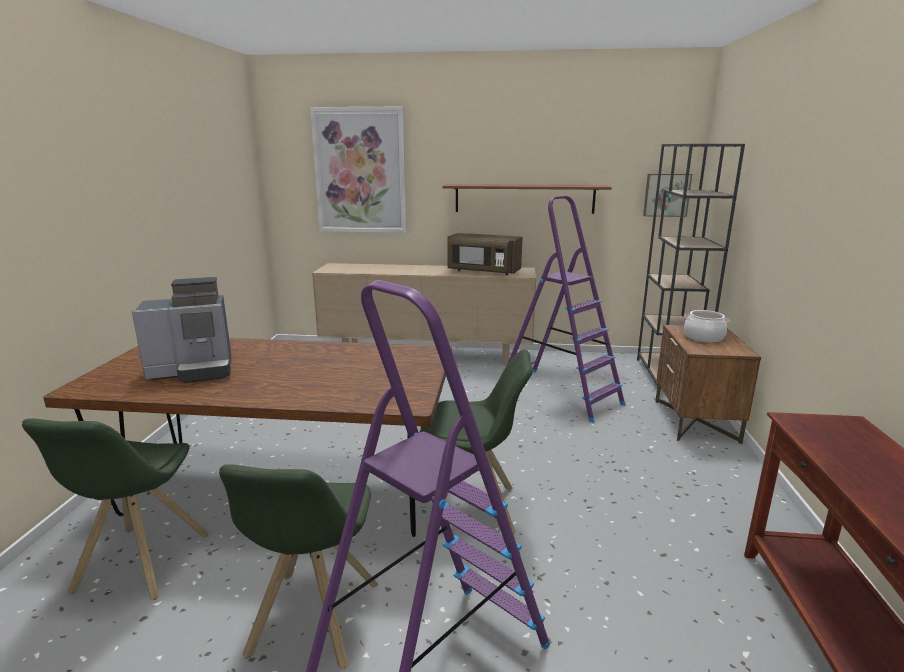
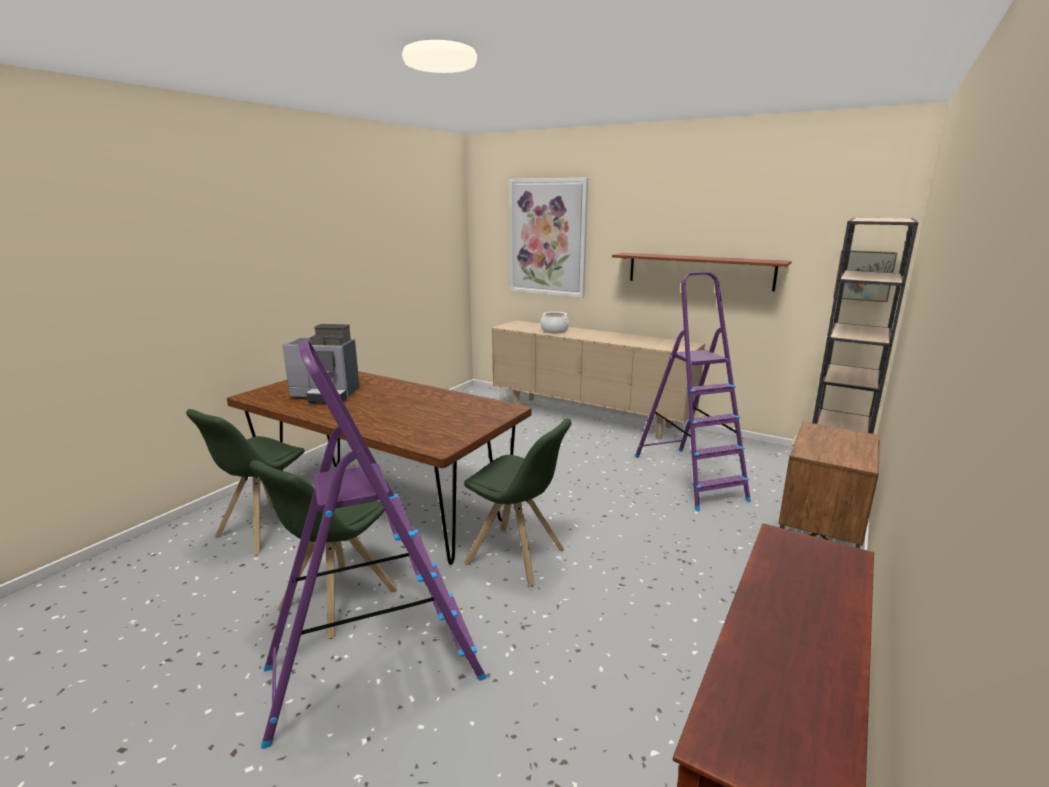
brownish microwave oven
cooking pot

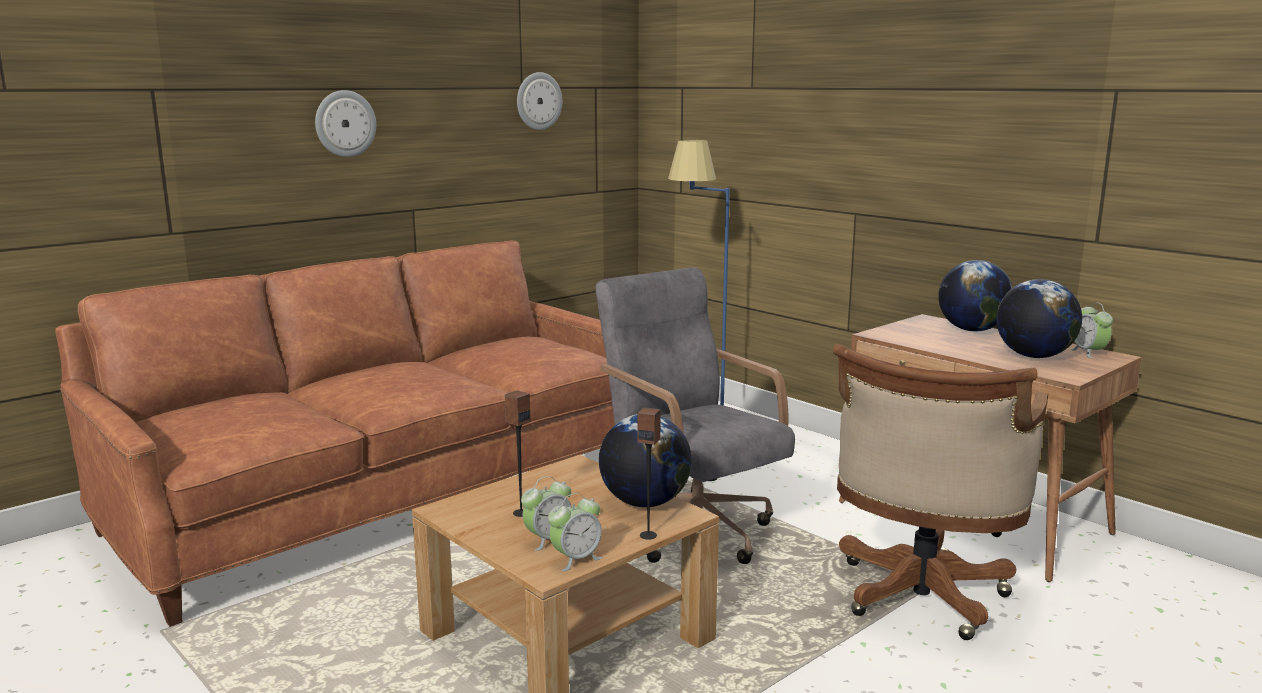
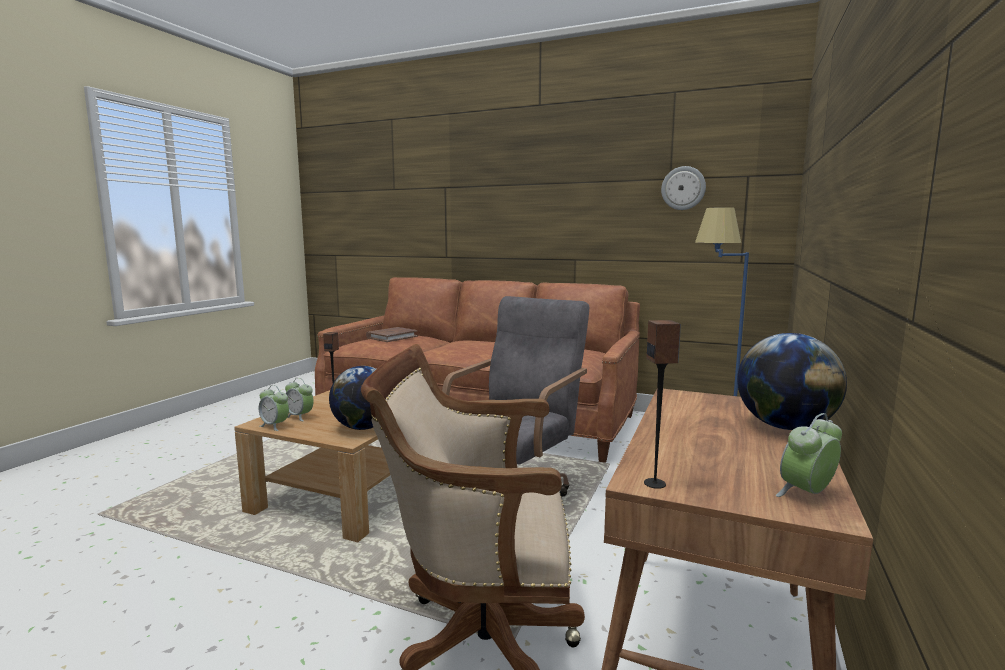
hanging clock (no. 1 from left in the first image)
desk globe (no. 3 from left in the first image)
brownish book
loudspeaker (no. 2 from left)

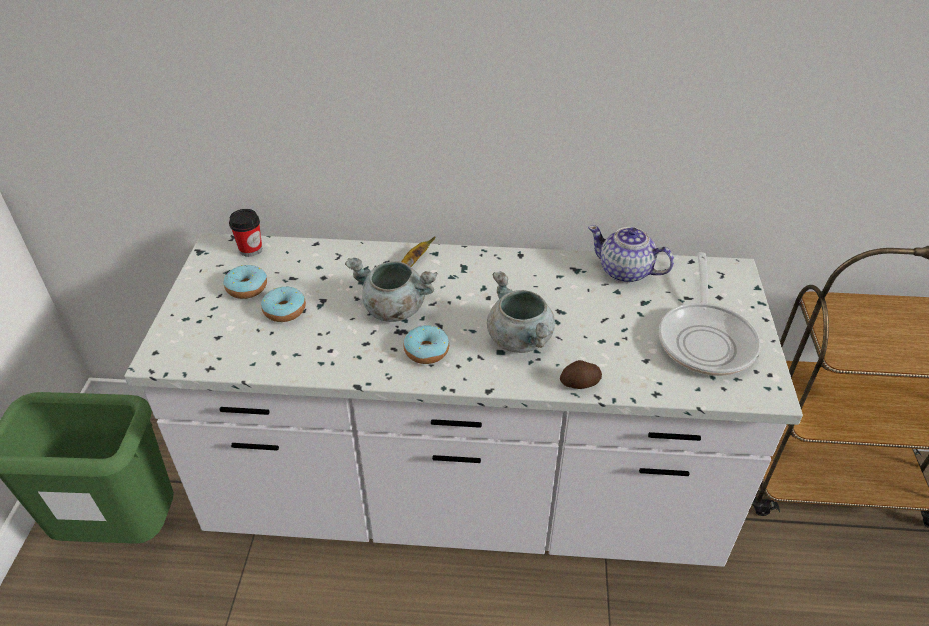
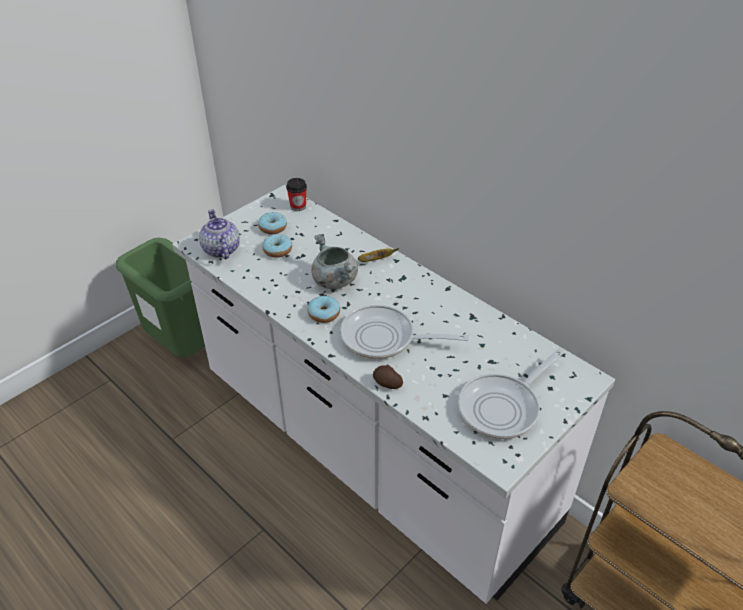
tea pot
skillet (no. 1 from left)

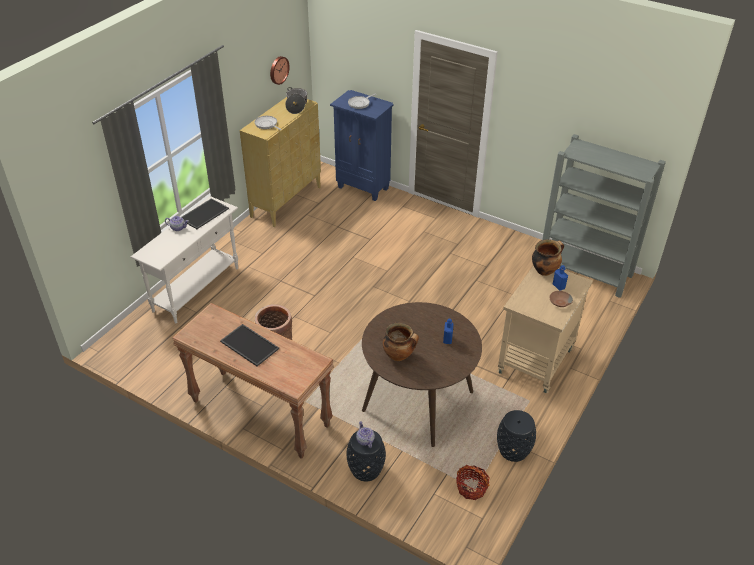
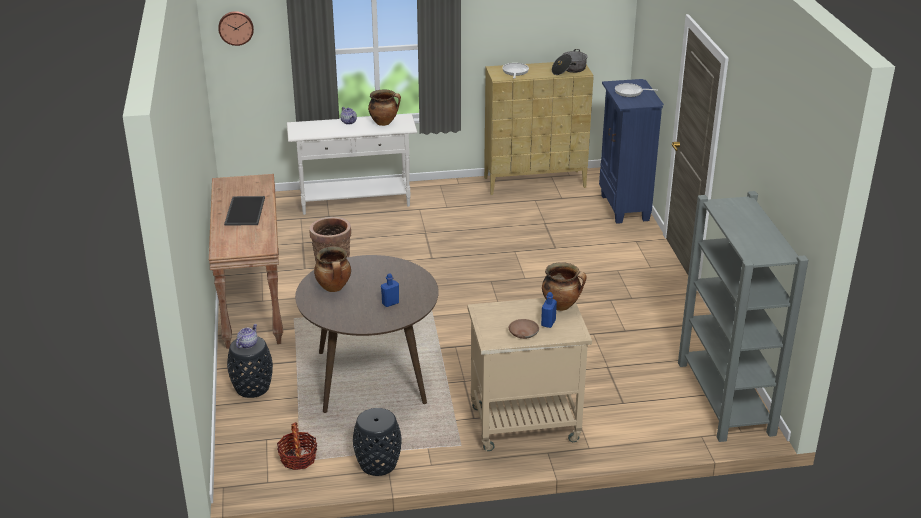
hanging clock
cooking pot (no. 2 from left)

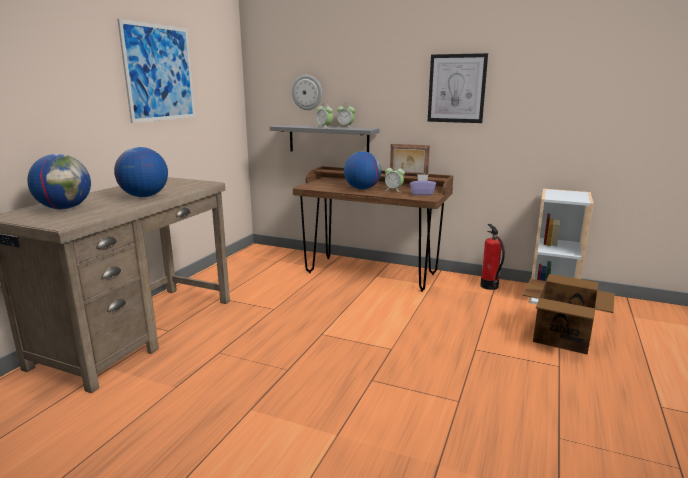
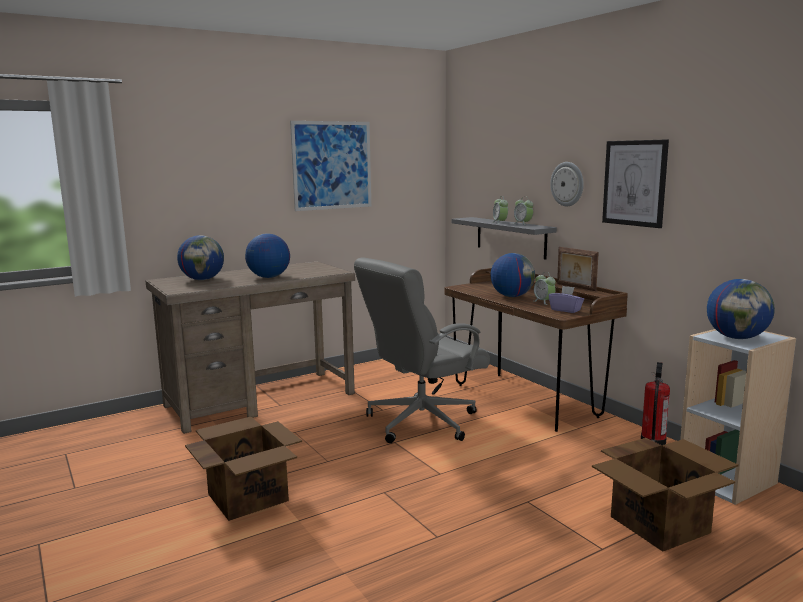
carton (no. 1 from left)
greyish desk chair
desk globe (no. 4 from left)
hanging clock

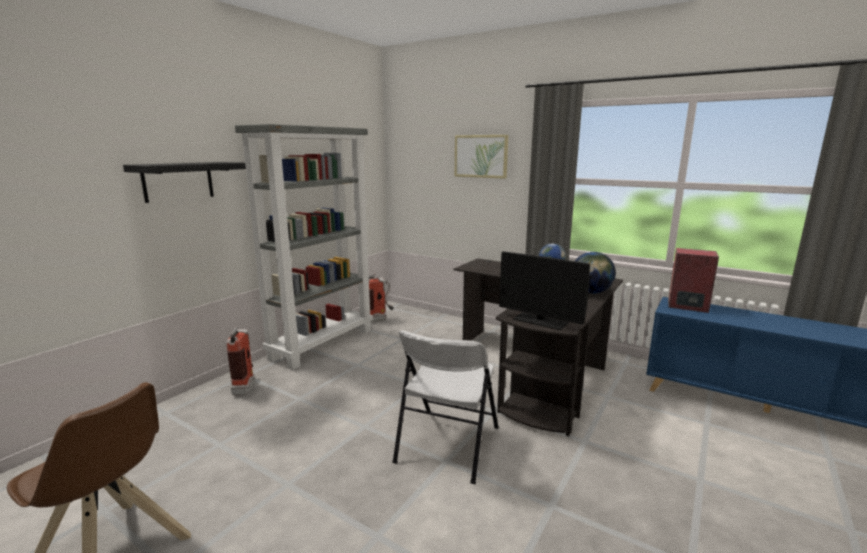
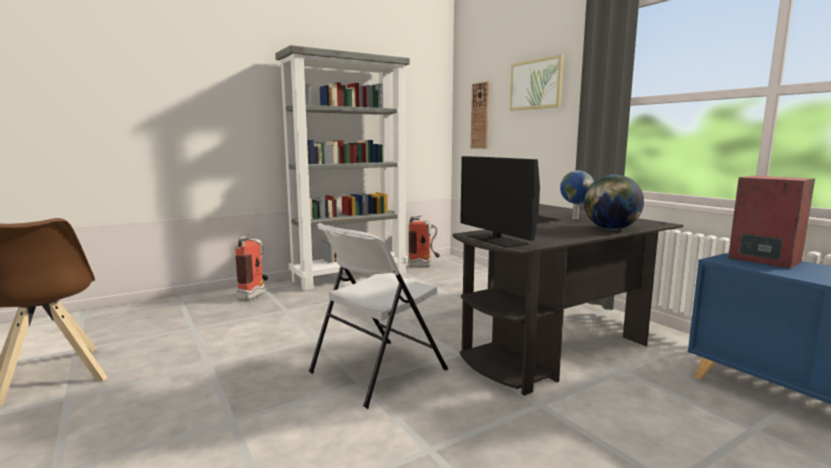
blackish wall shelf
hanging clock

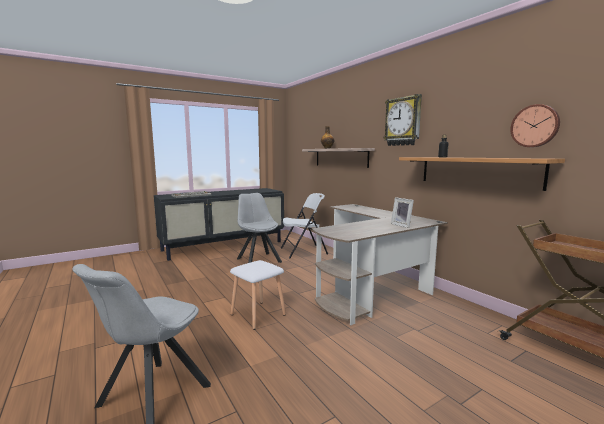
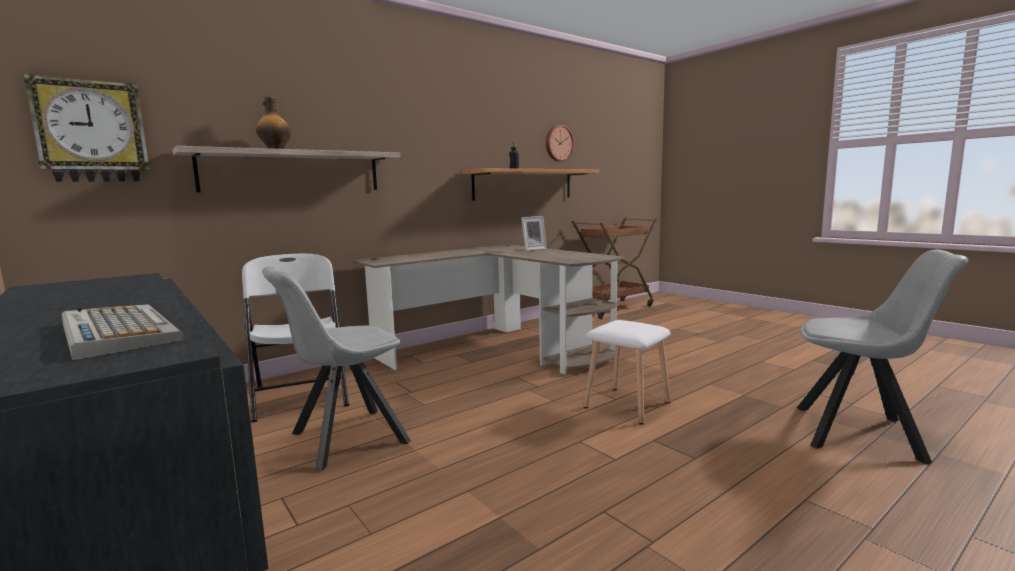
hanging clock (no. 1 from left)

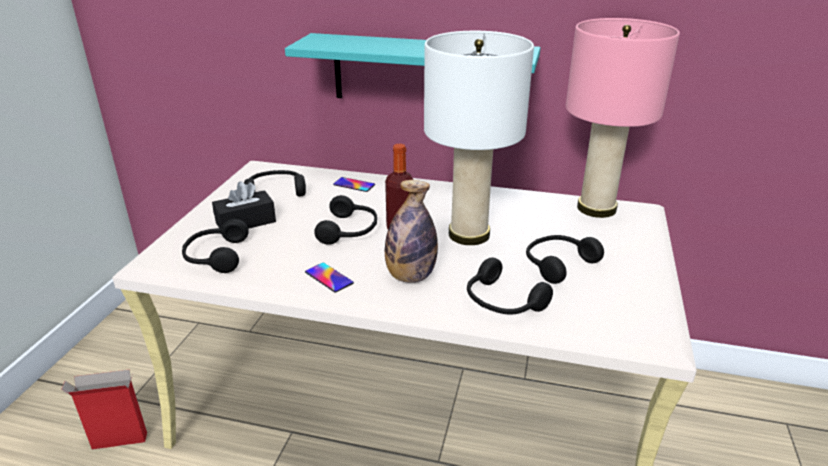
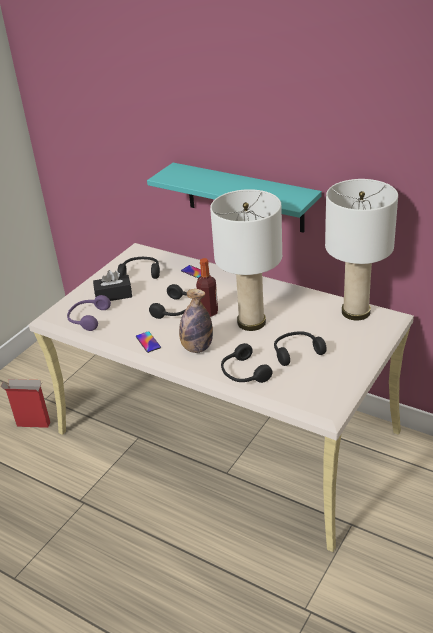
purplish headphones
white-coloured lamp for a table (no. 2 from left)

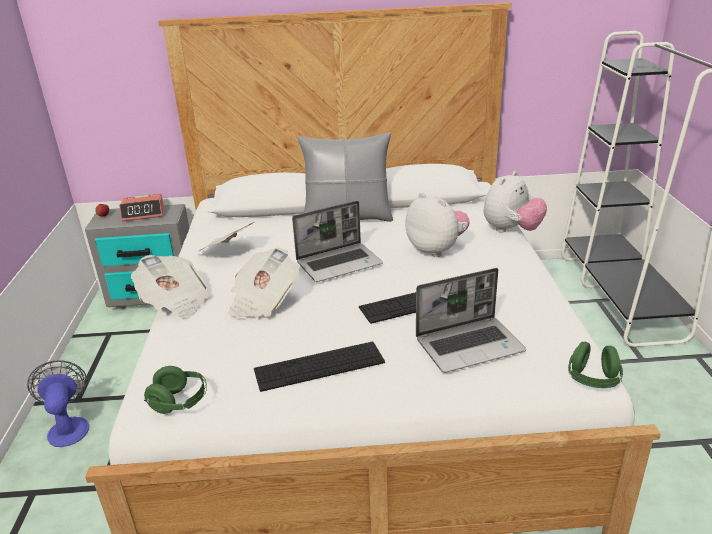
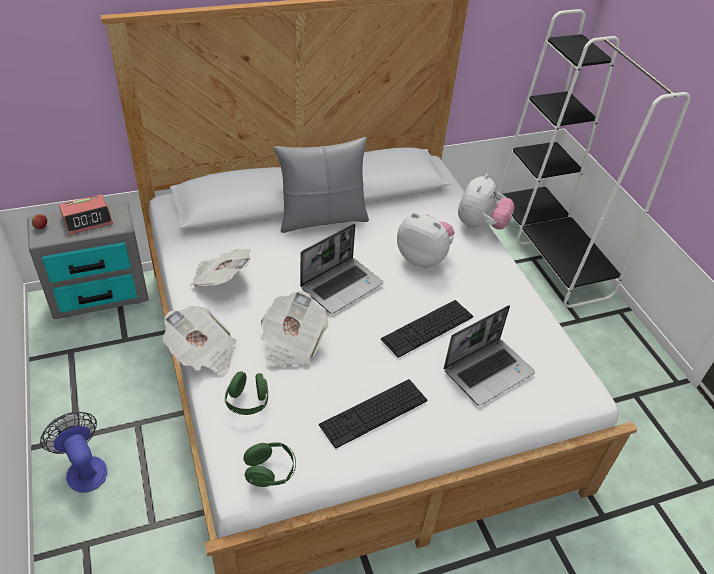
green headphones (no. 1 from left)

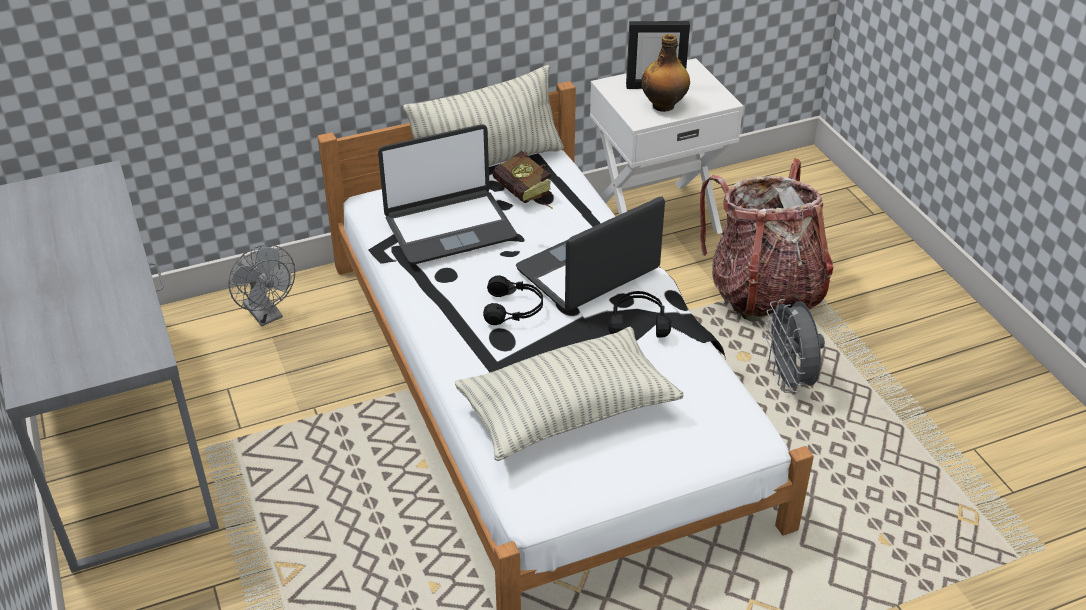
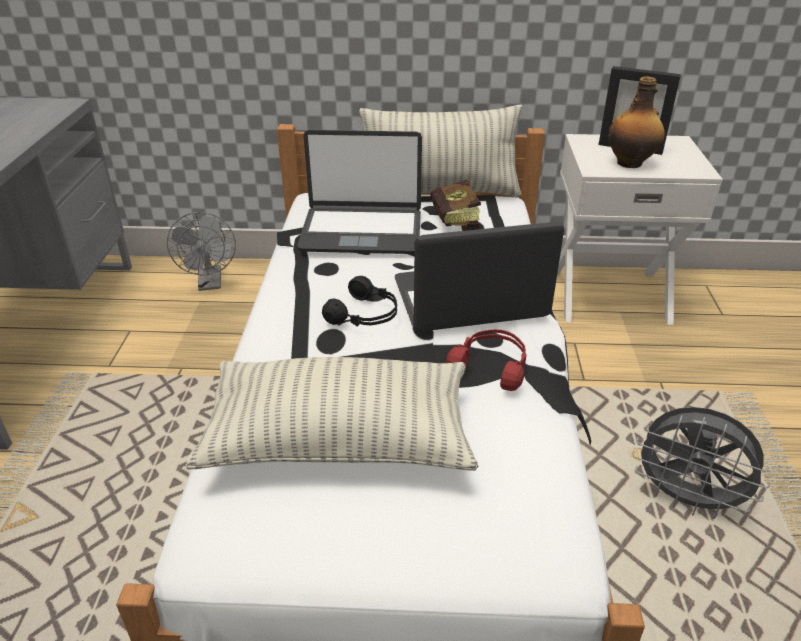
knapsack
reddish headphones
greyish fan (no. 2 from left)

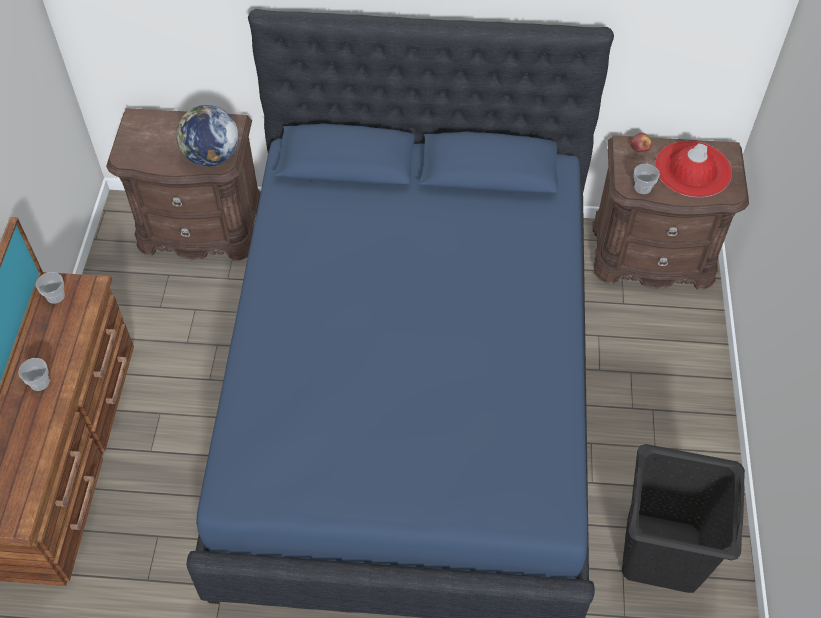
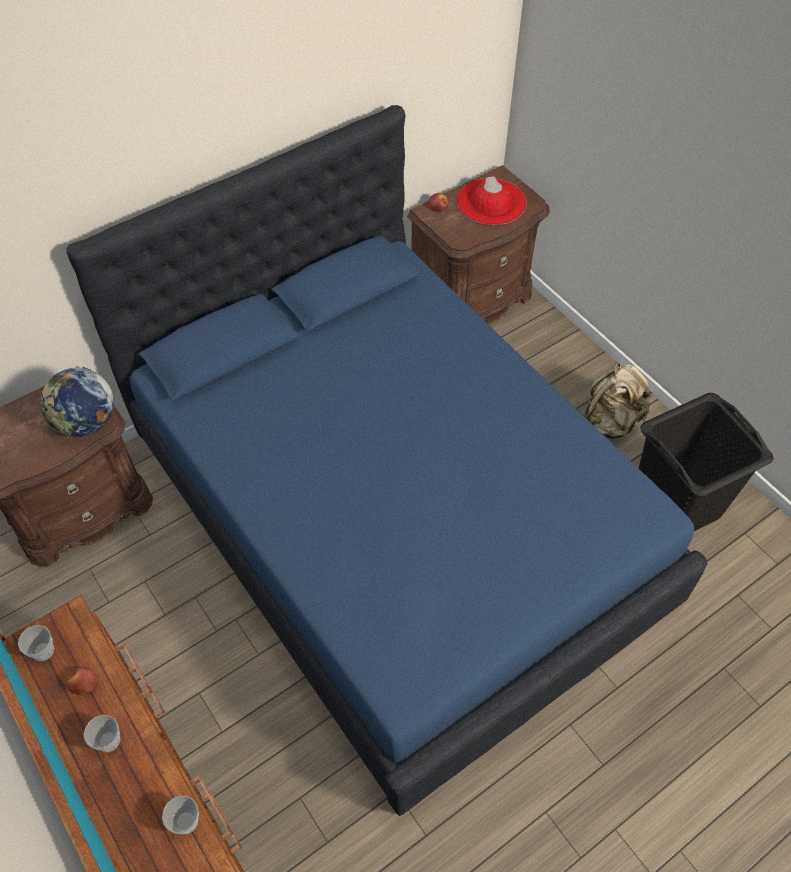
apple (no. 1 from left)
beige-coloured knapsack
cup (no. 3 from left)

